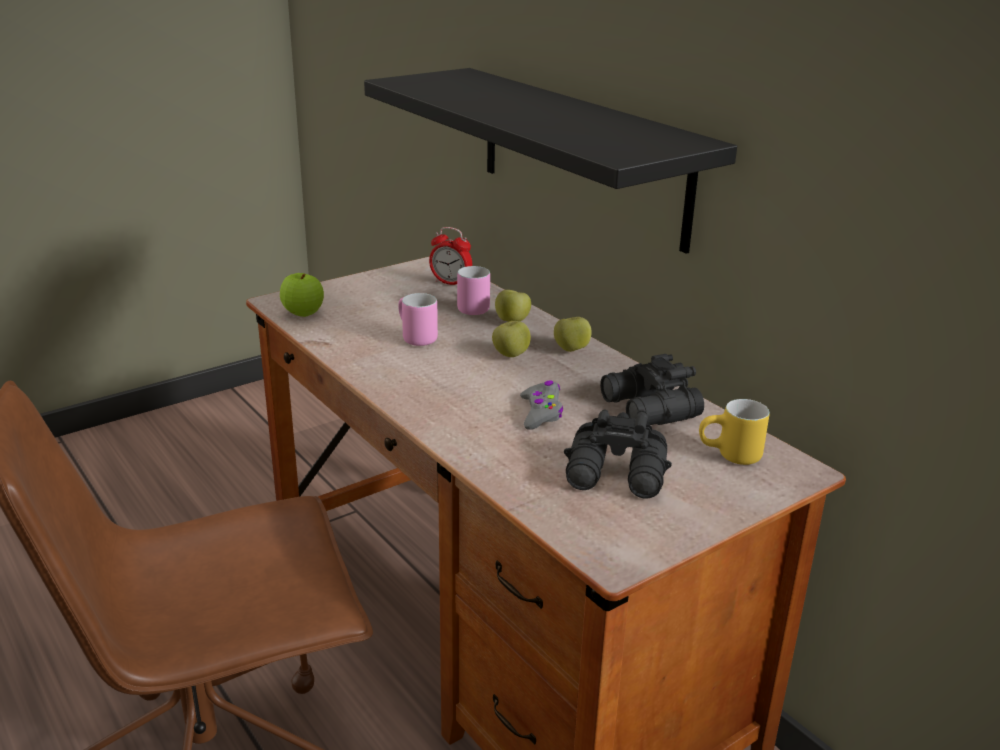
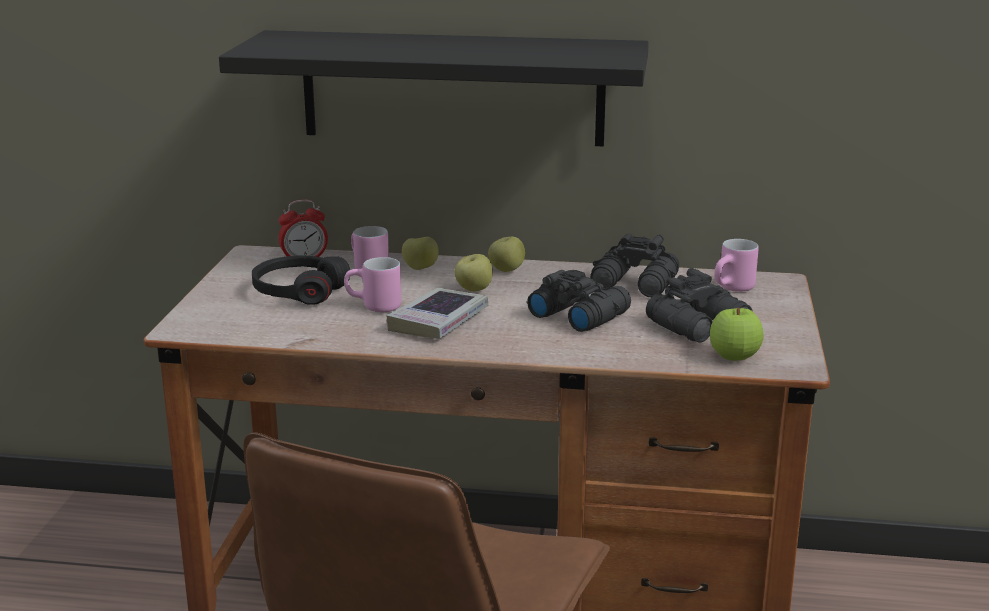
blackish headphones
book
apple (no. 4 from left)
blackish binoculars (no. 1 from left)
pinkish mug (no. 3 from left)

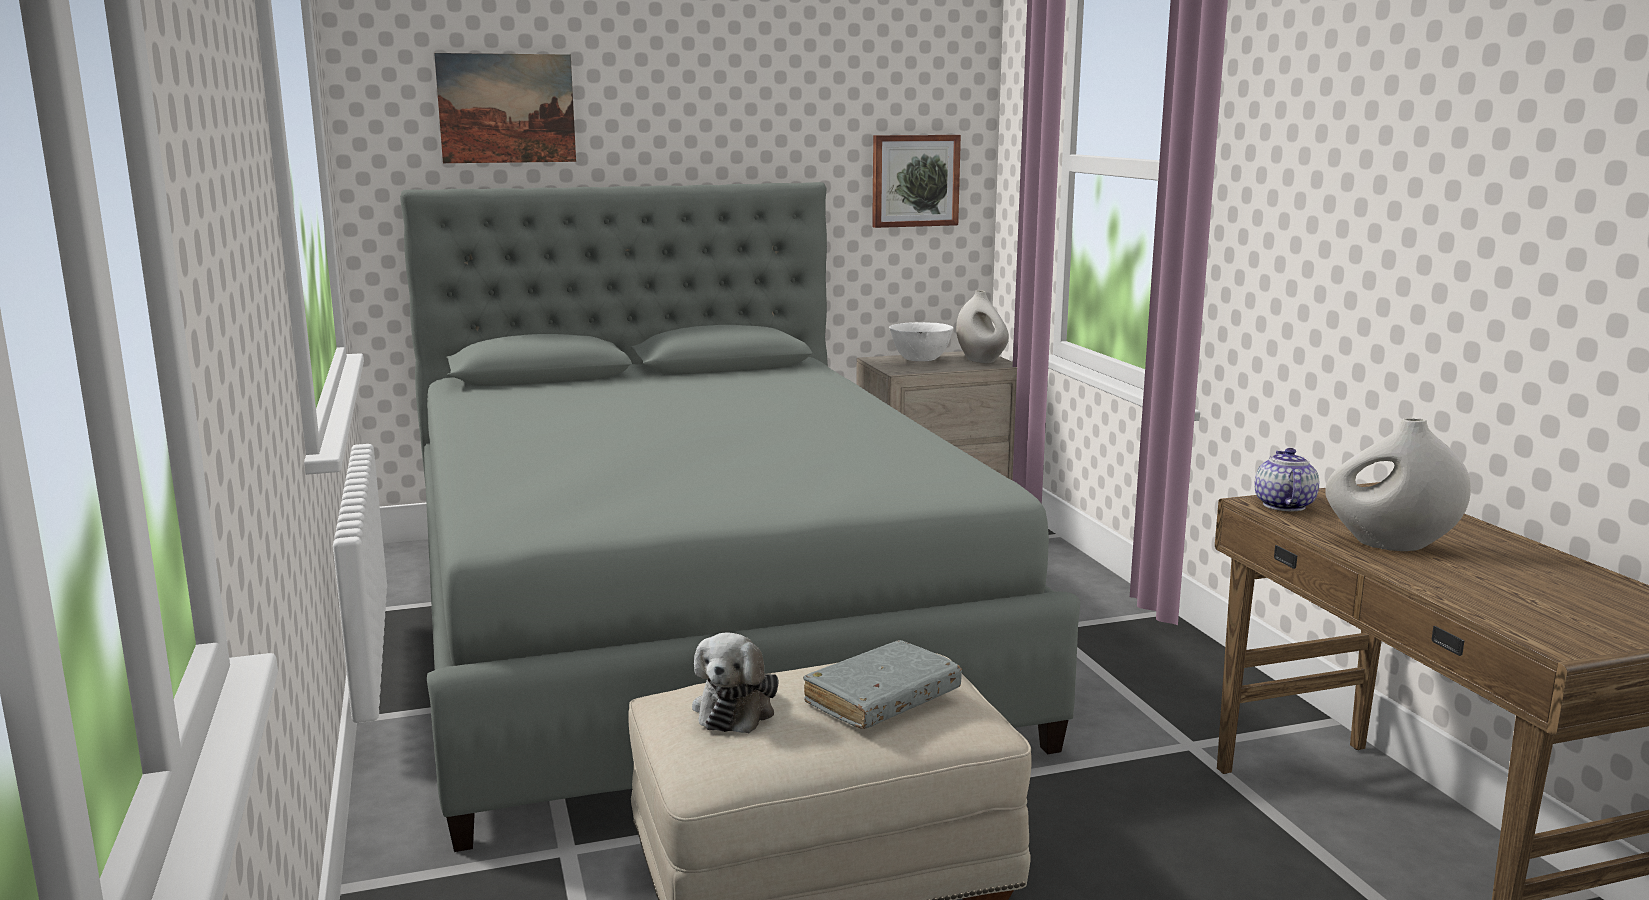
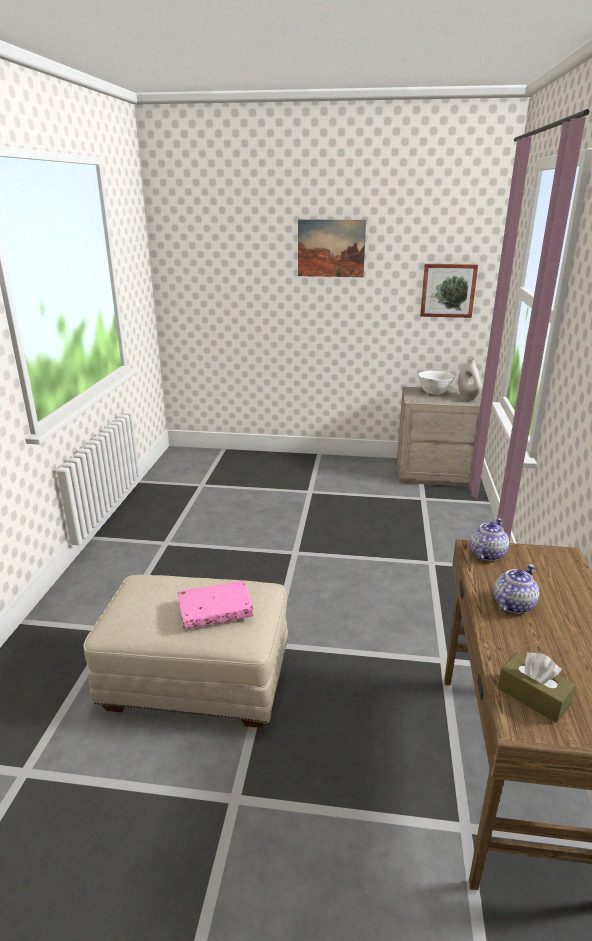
greyish bedroom bed
soft toy
brownish box of tissues
wall art (no. 1 from left)
tea pot (no. 2 from left)
pinkish book

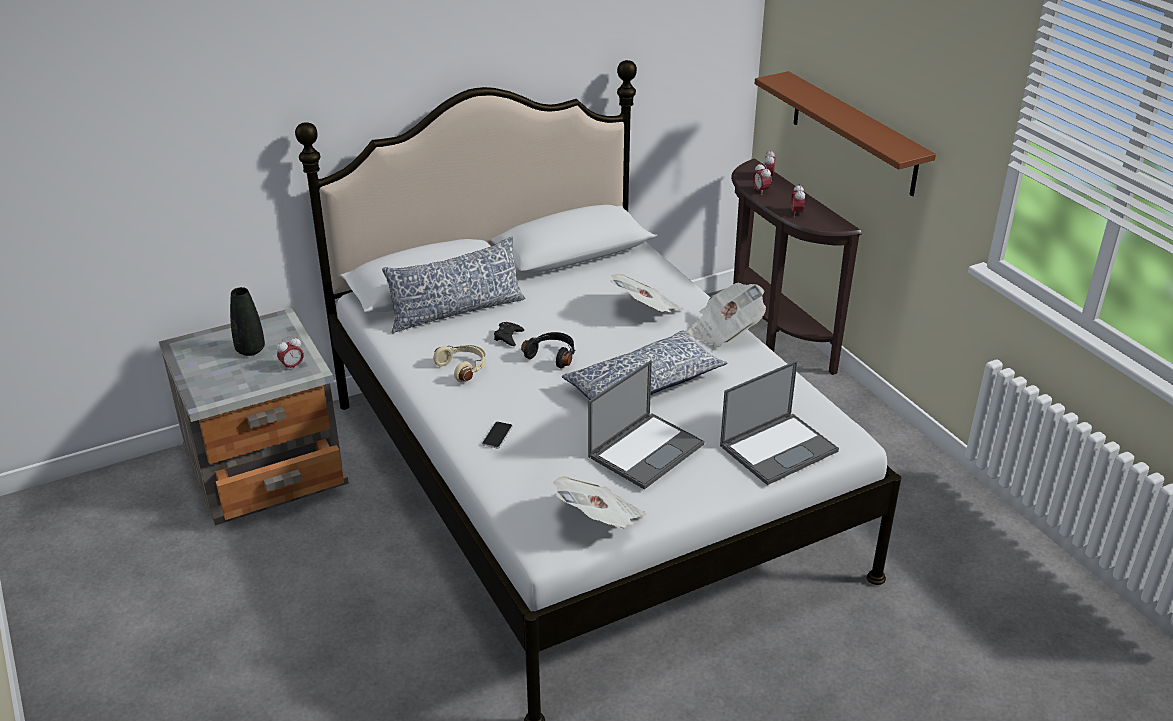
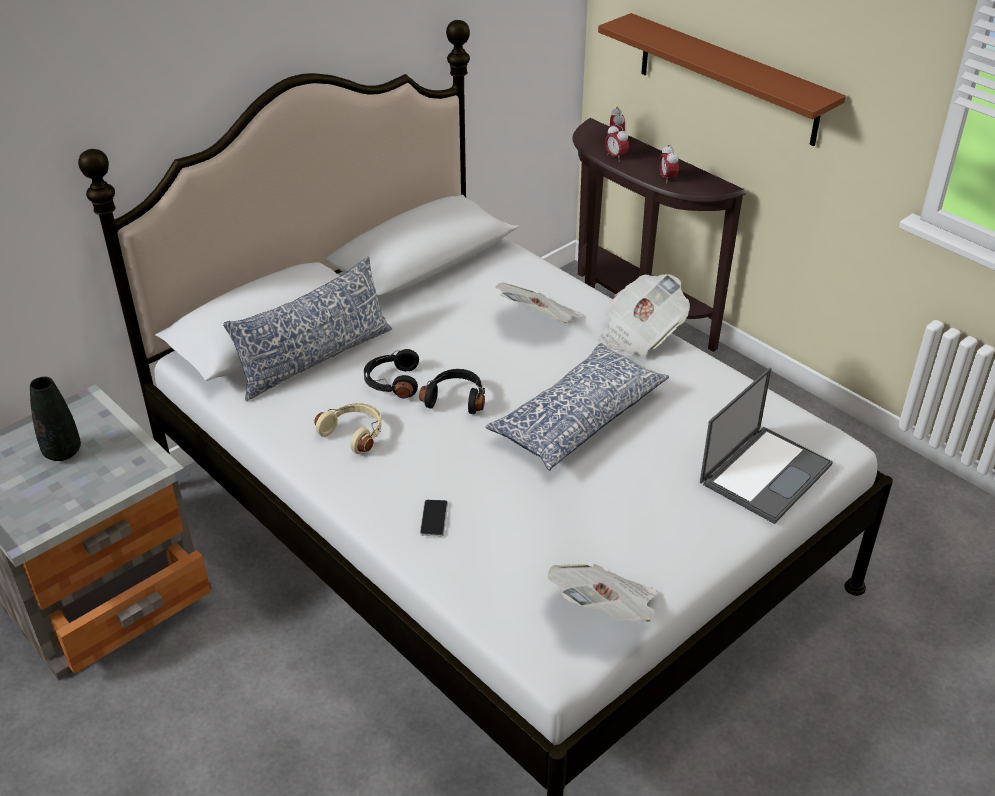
bedside clock (no. 1 from left in the first image)
laptop (no. 1 from left in the first image)
blackish headphones (no. 1 from left)

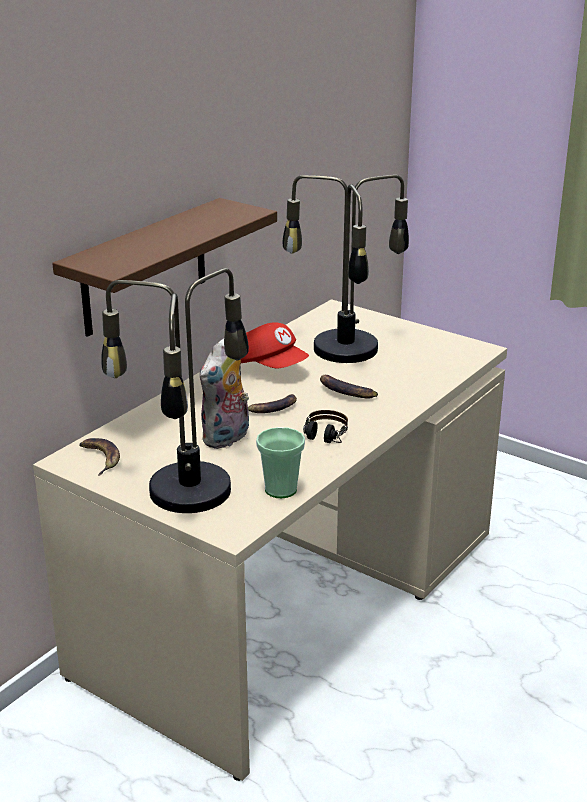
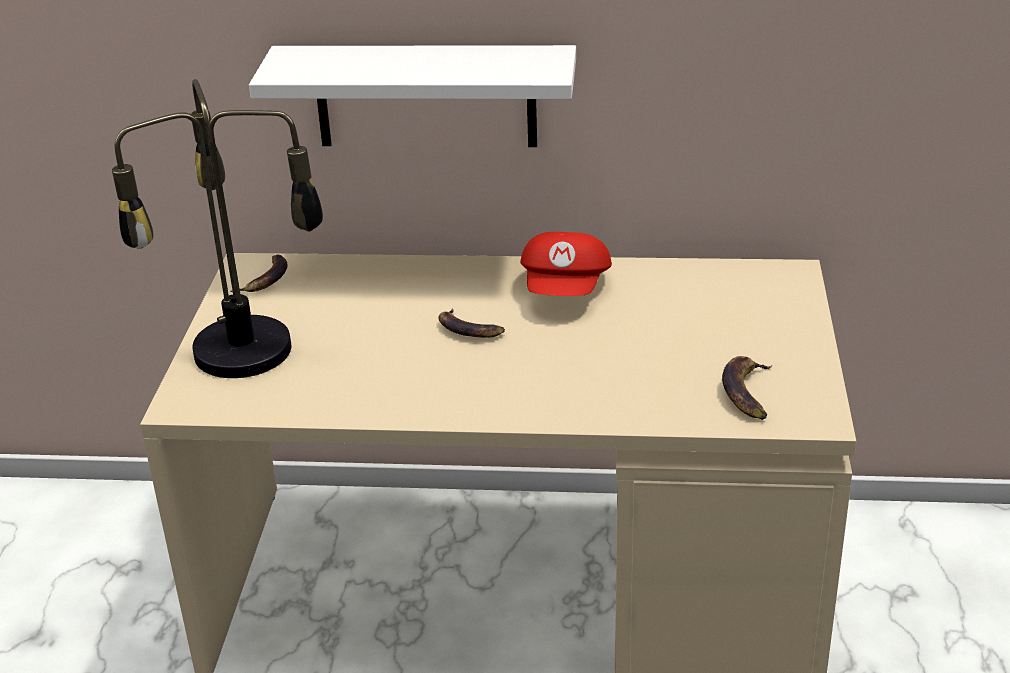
soft toy
cup
lamp for a table (no. 2 from left in the first image)
headphones
whole banana (no. 3 from left)
white-coloured wall shelf

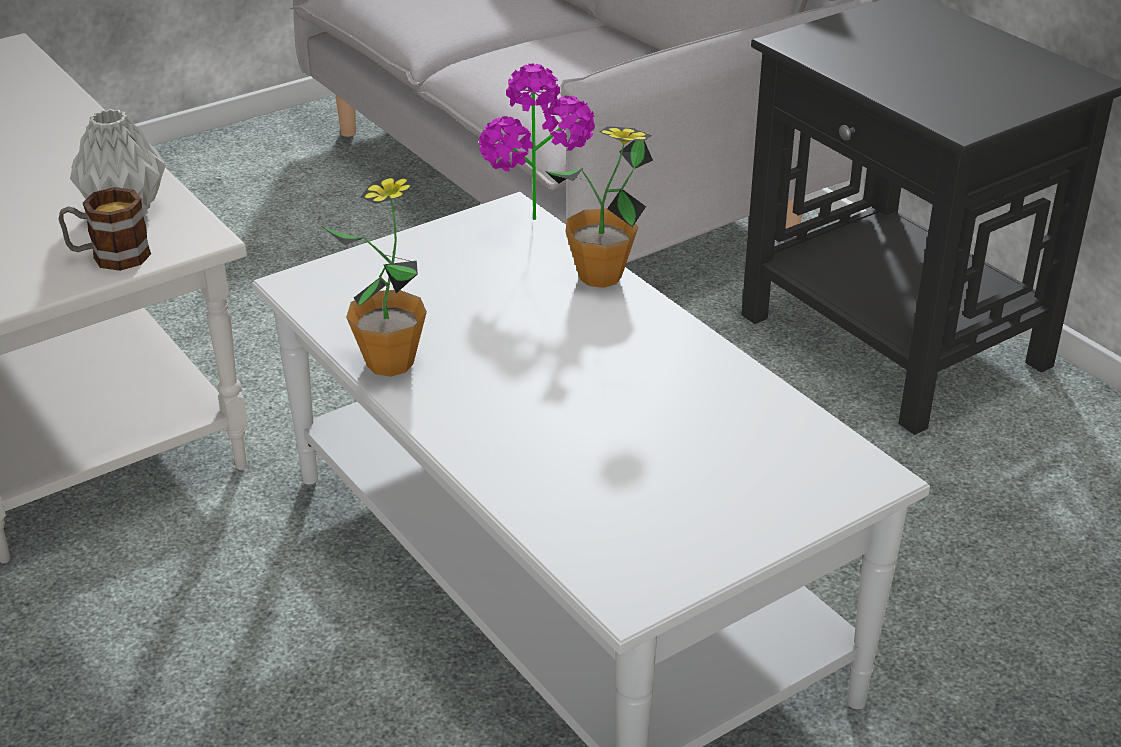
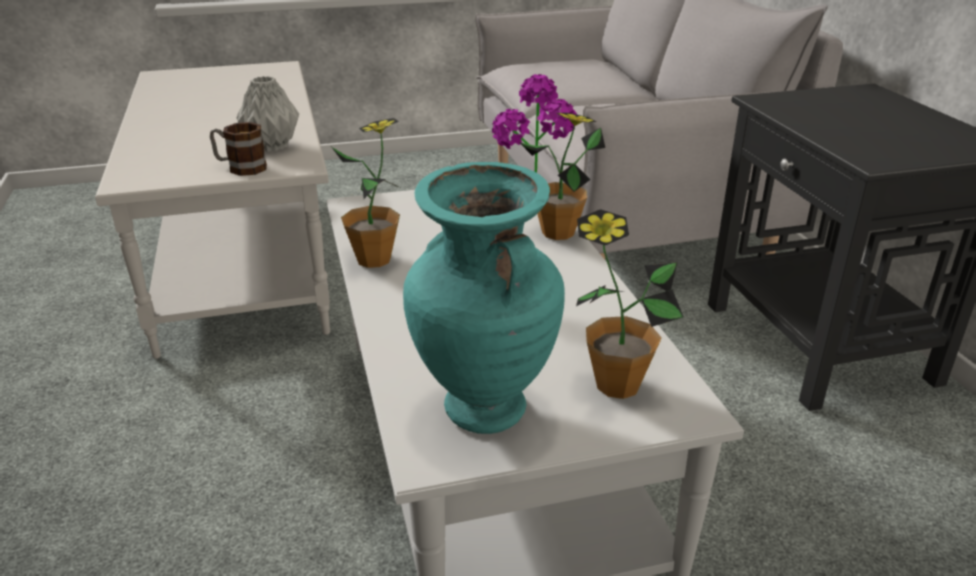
blue-green vase
plant in a pot (no. 4 from left)

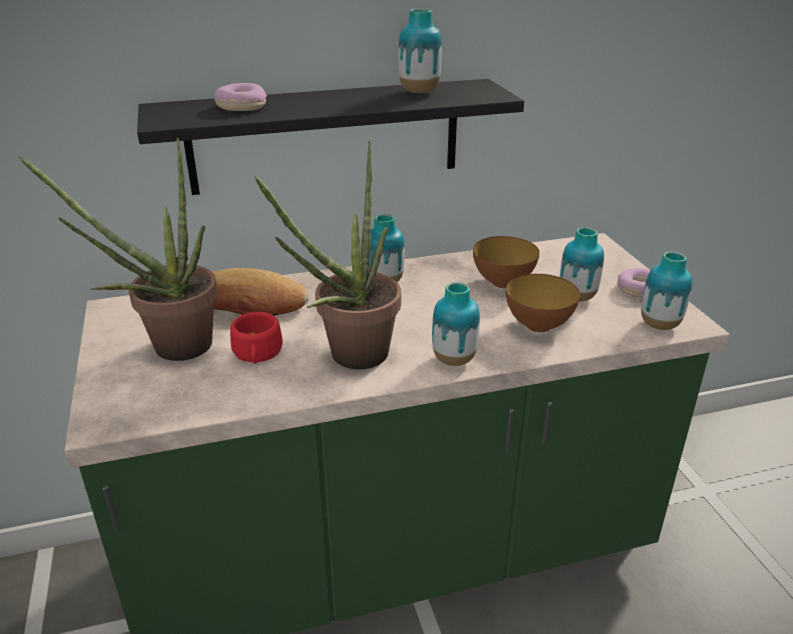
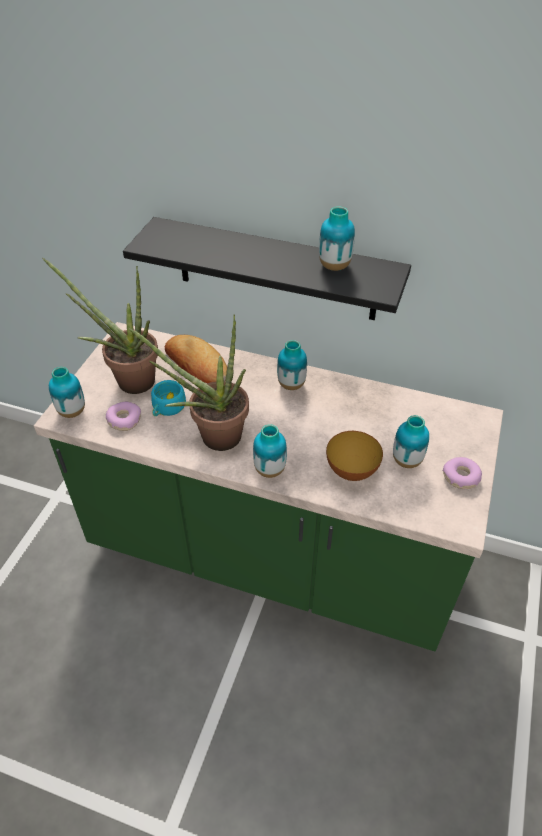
bowl (no. 1 from left in the first image)
ring doughnut (no. 1 from left)
vase (no. 1 from left)
blue-green cup

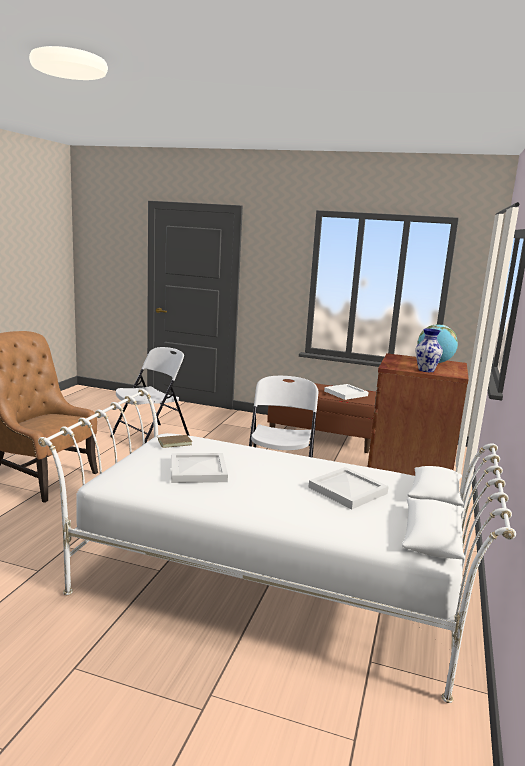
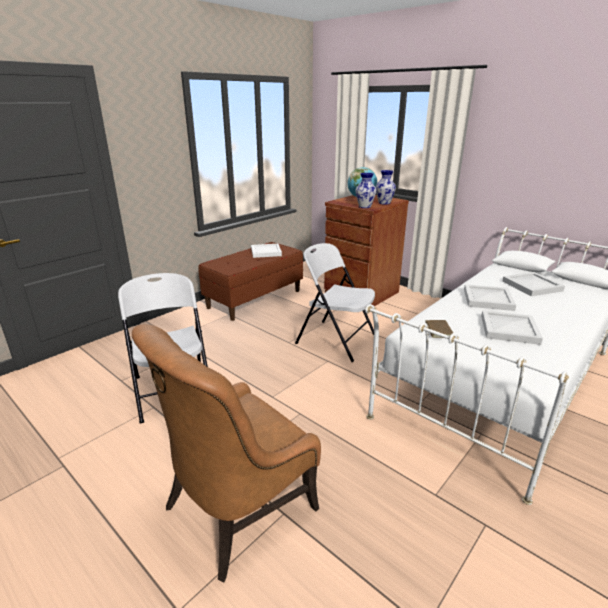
vase (no. 1 from left)
white-coloured carrying tray (no. 2 from left)

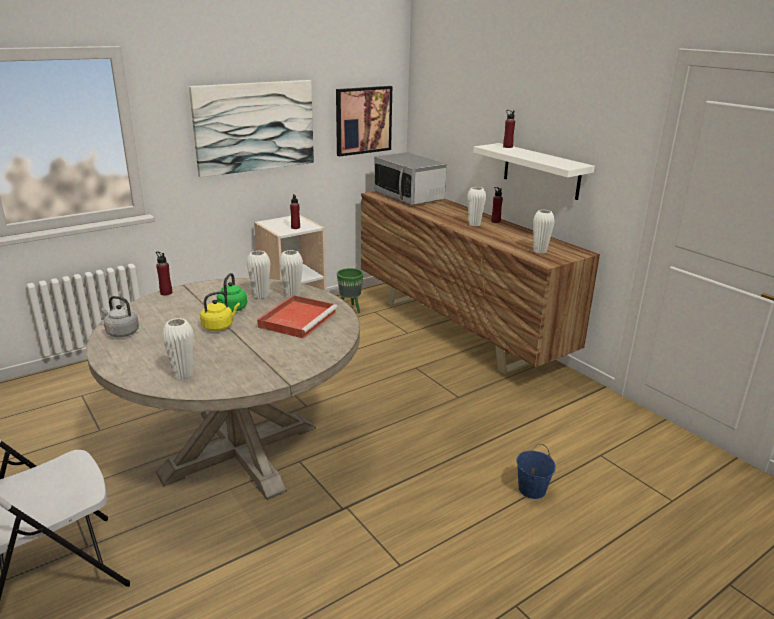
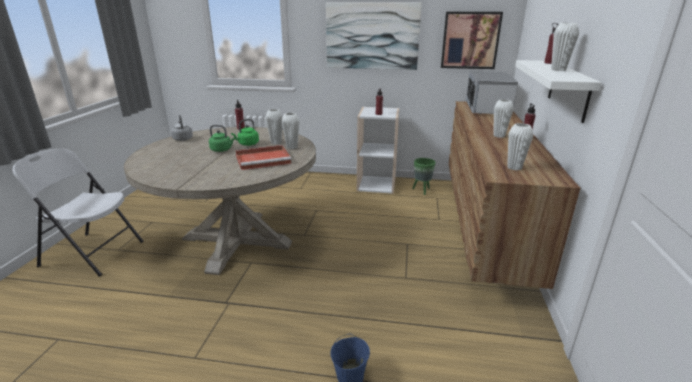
white-coloured vase (no. 5 from left)
green water kettle (no. 1 from left)

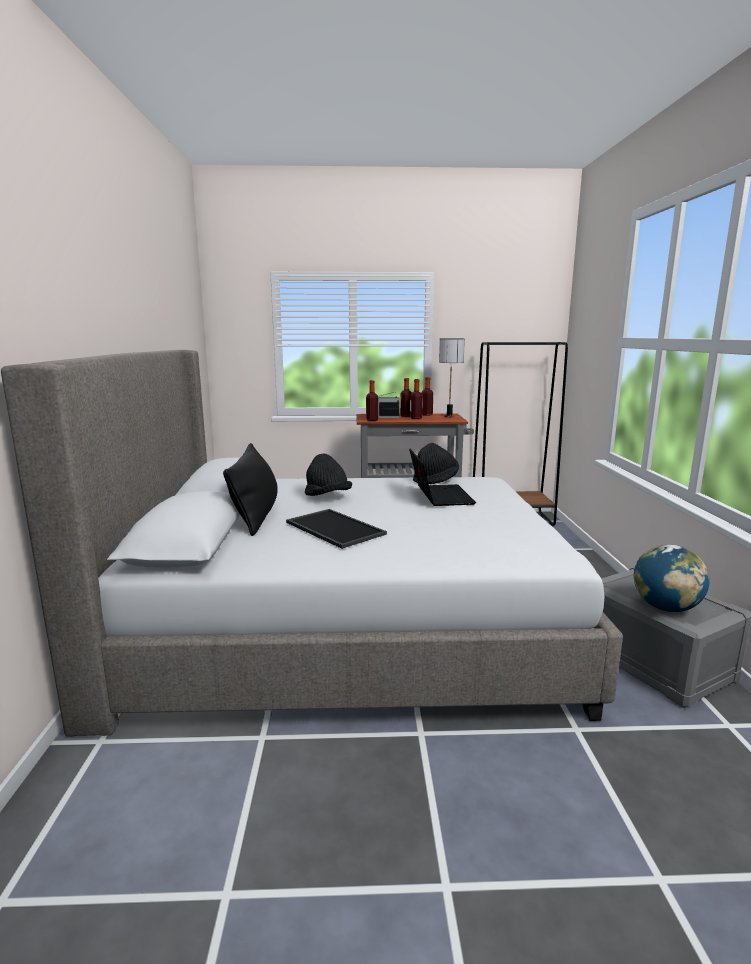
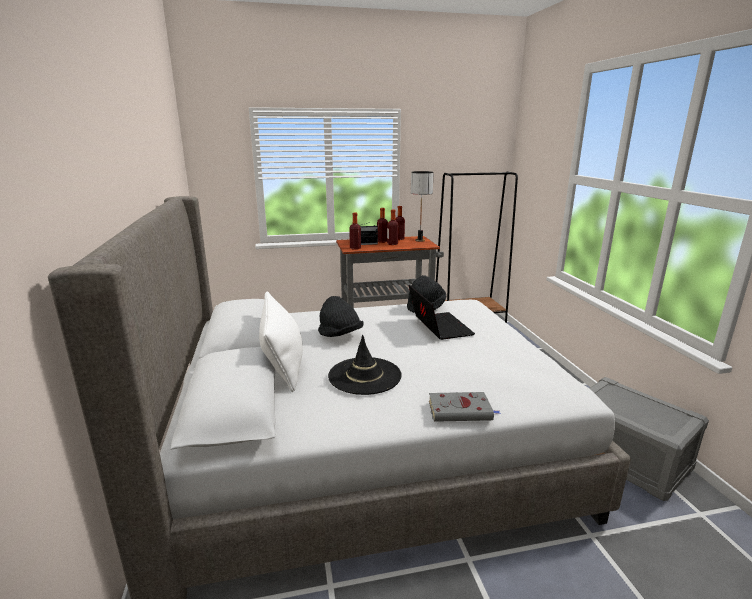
desk globe
greyish book
blackish clothing hat (no. 2 from left)
white-coloured cushion

